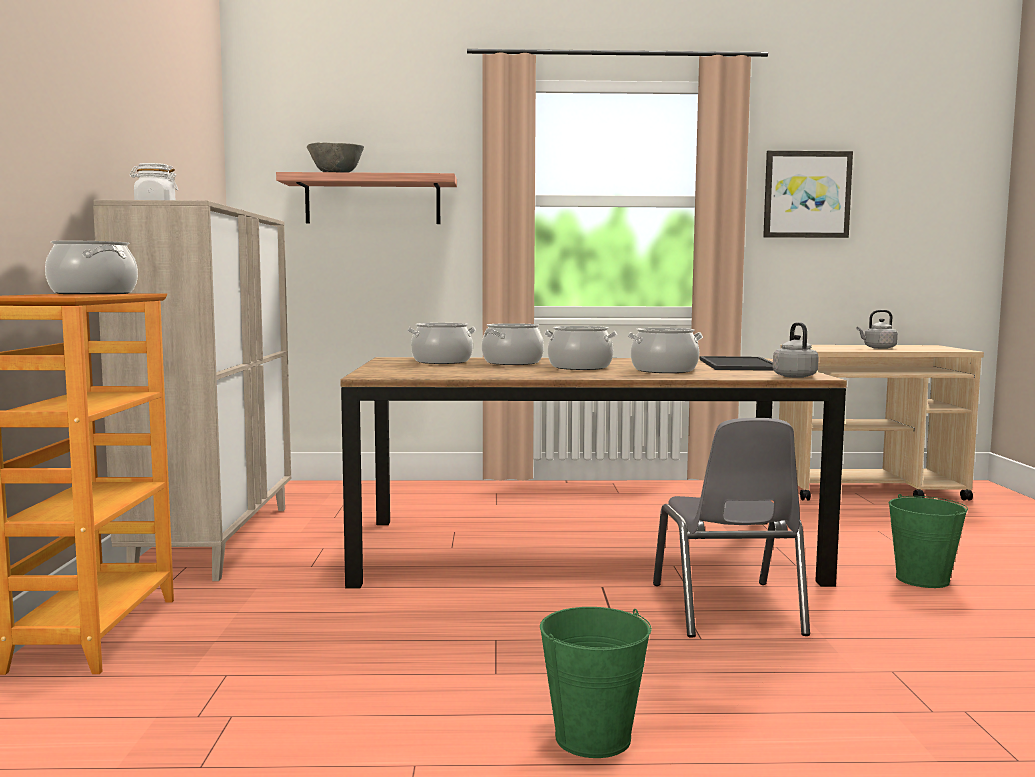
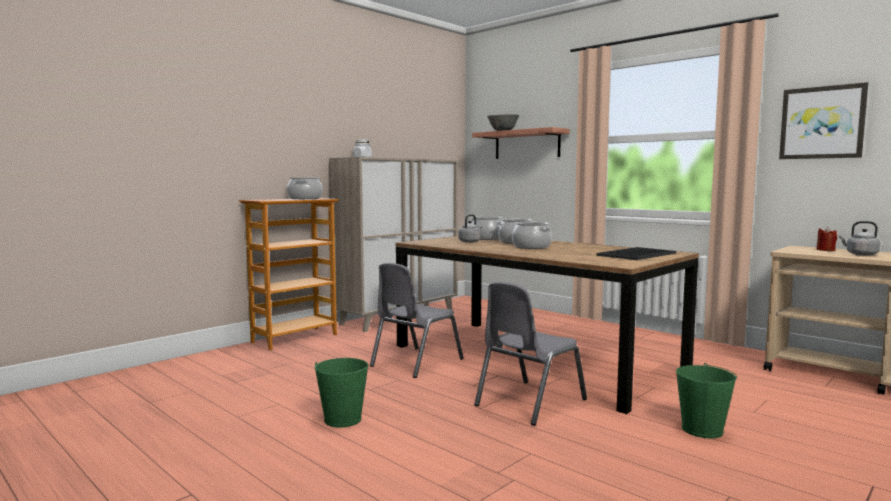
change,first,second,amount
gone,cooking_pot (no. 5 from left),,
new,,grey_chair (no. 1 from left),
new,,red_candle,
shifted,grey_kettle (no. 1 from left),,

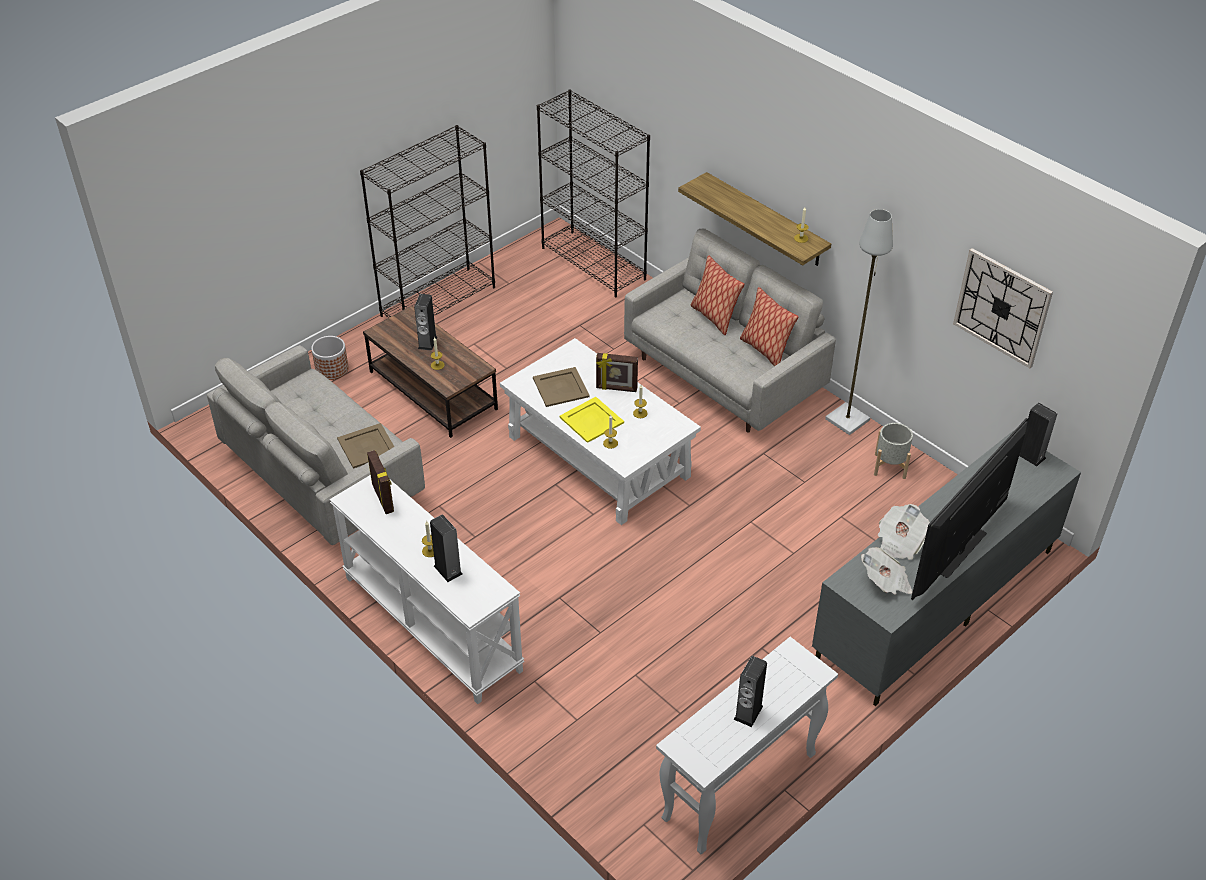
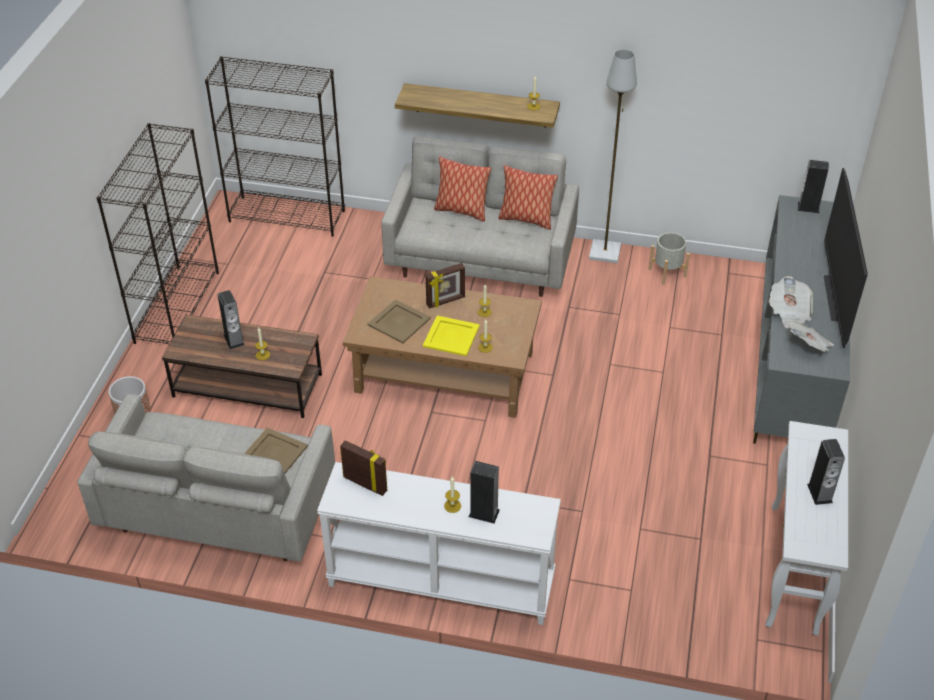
change,first,second,amount
gone,wall_clock,,
repainted,white_coffee_table,brown_coffee_table (no. 2 from left),

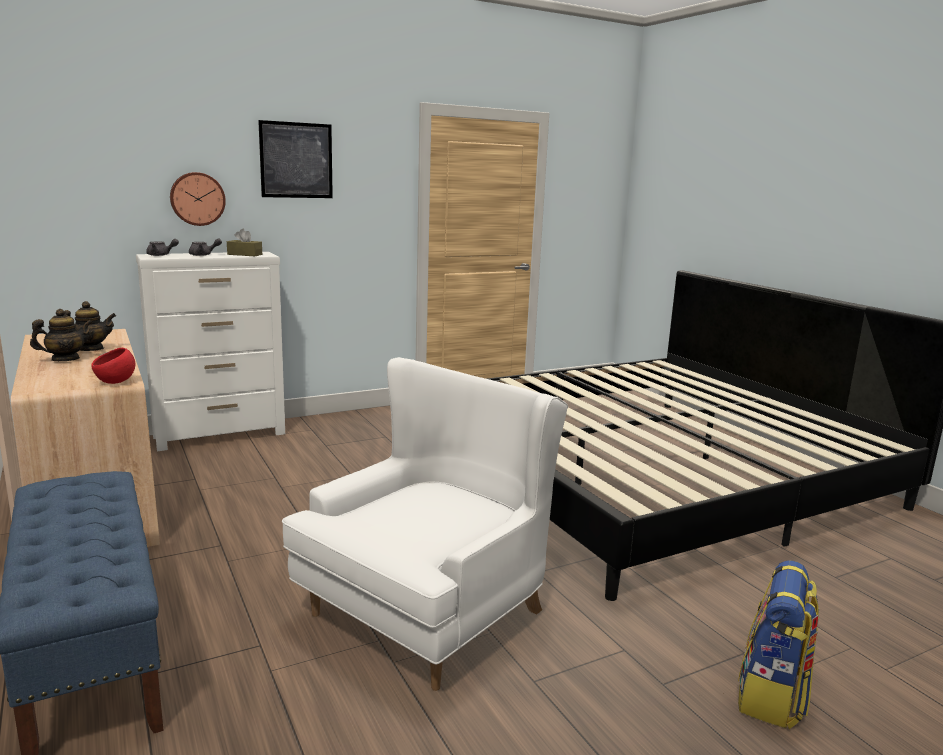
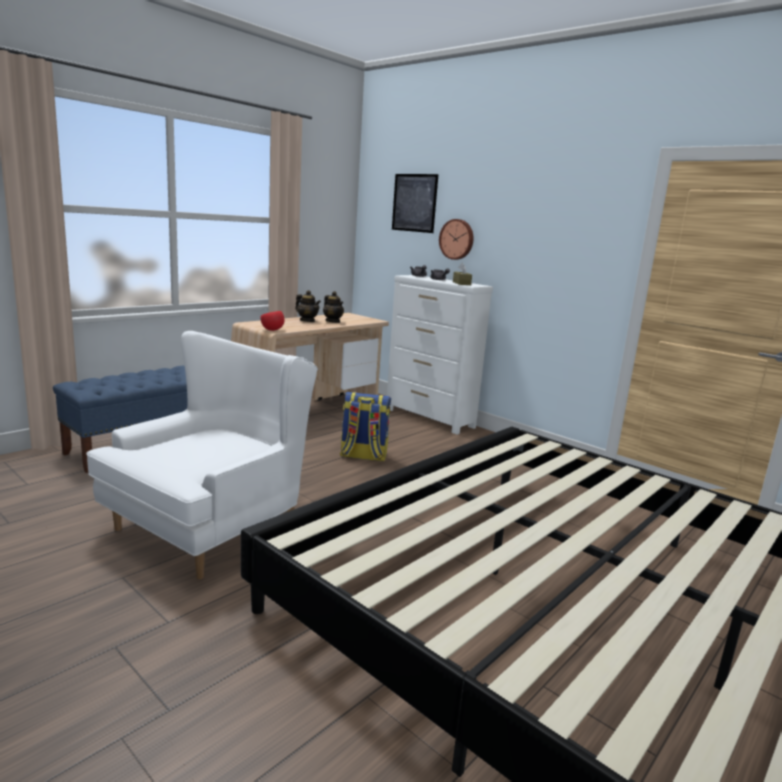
change,first,second,amount
shifted,picture,,
shifted,backpack,,
rotated,white_armchair,,75 degrees counterclockwise

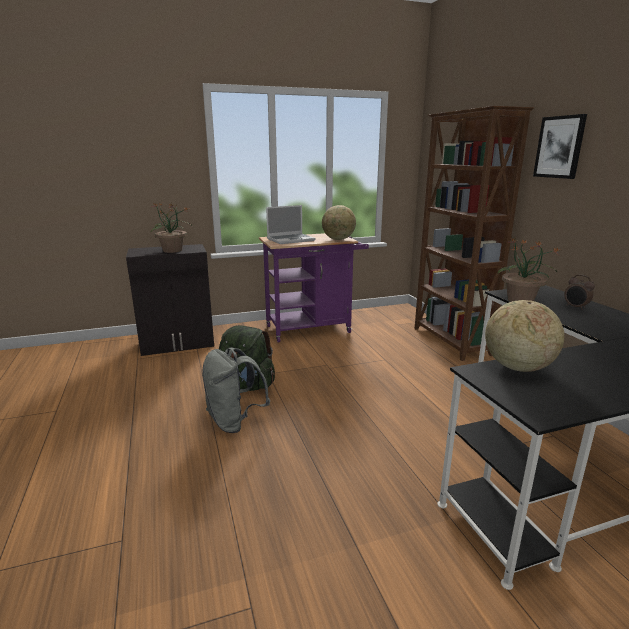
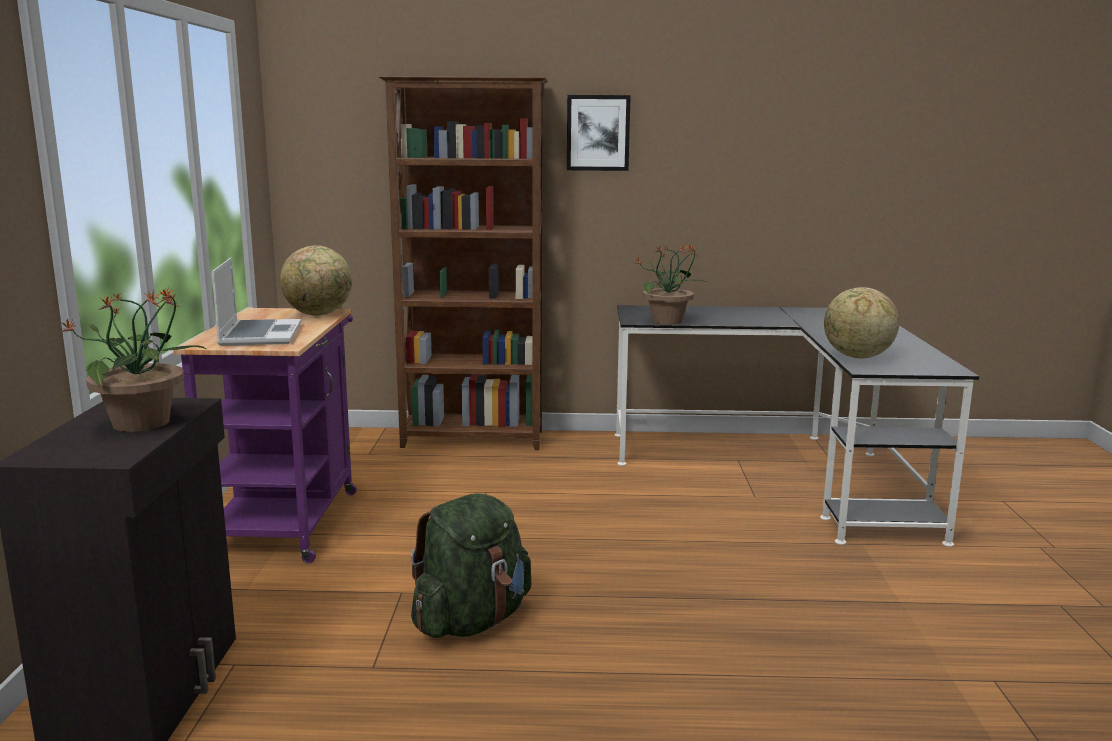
change,first,second,amount
gone,grey_backpack,,
gone,alarm_clock,,

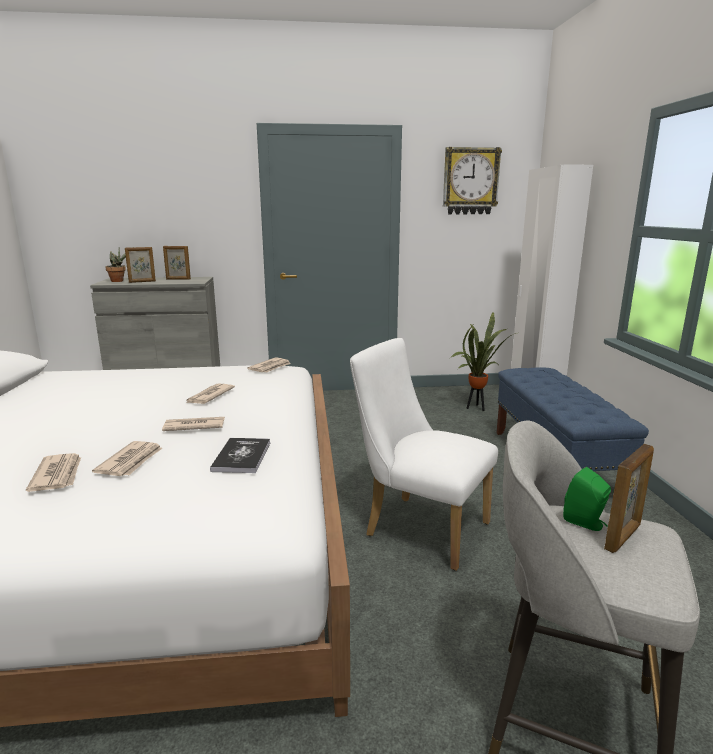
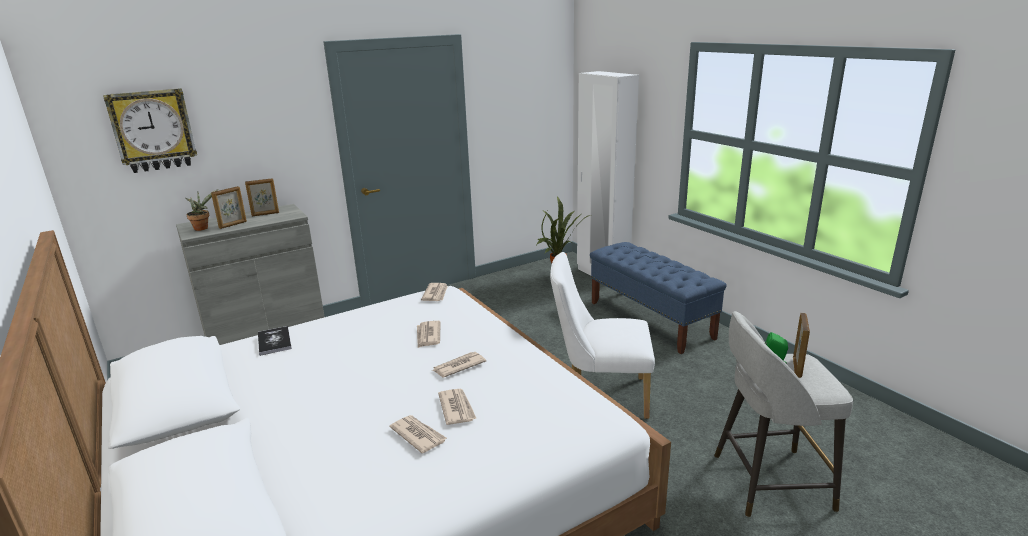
change,first,second,amount
shifted,book,,
shifted,wall_clock,,

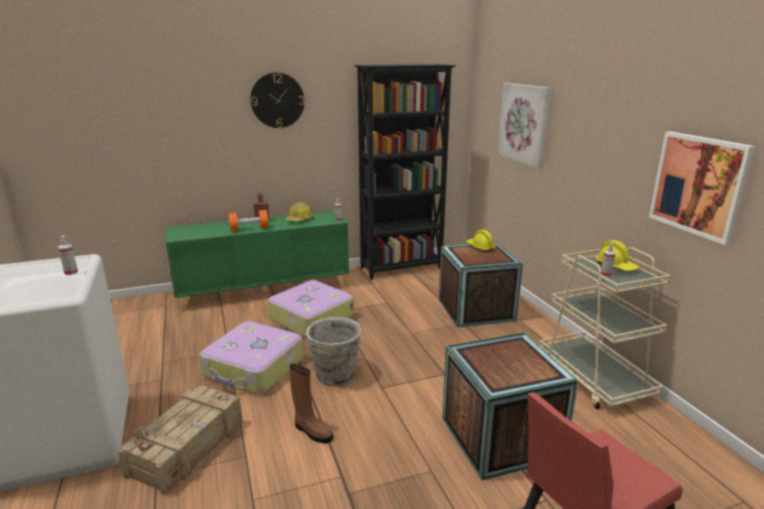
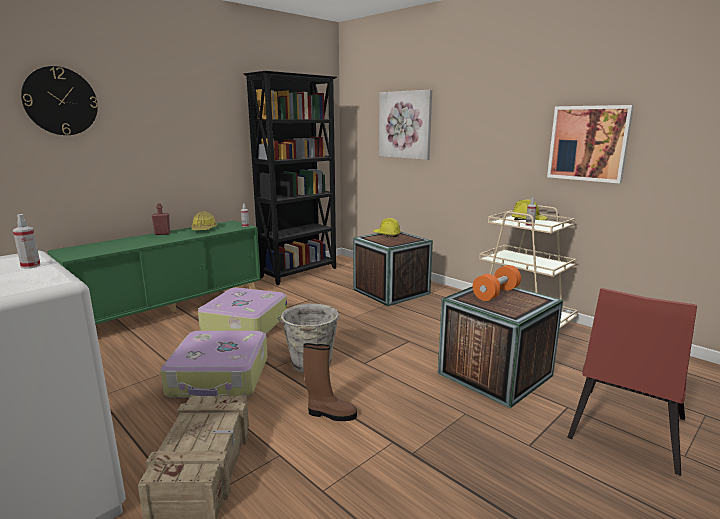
change,first,second,amount
shifted,orange_dumbbell,,
shifted,wall_clock,,

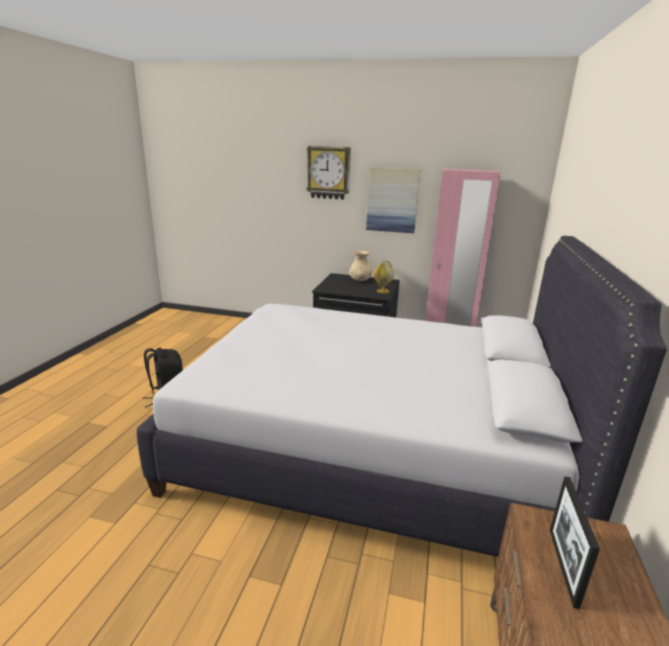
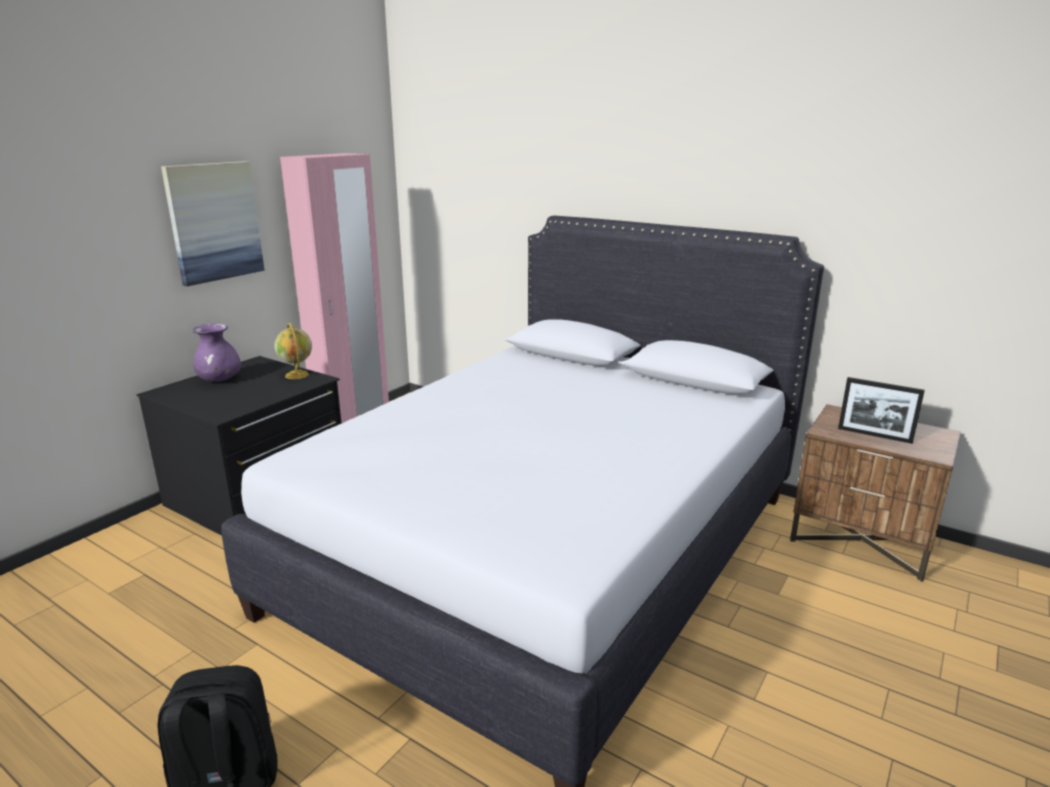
change,first,second,amount
gone,wall_clock,,
repainted,beige_vase,purple_vase,

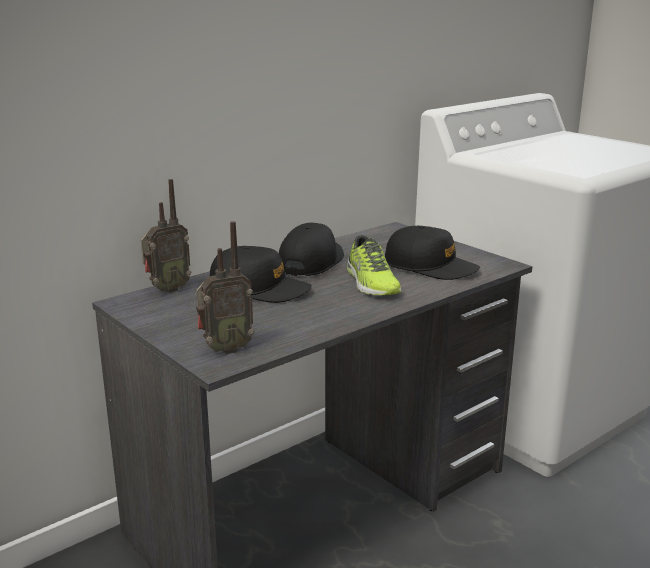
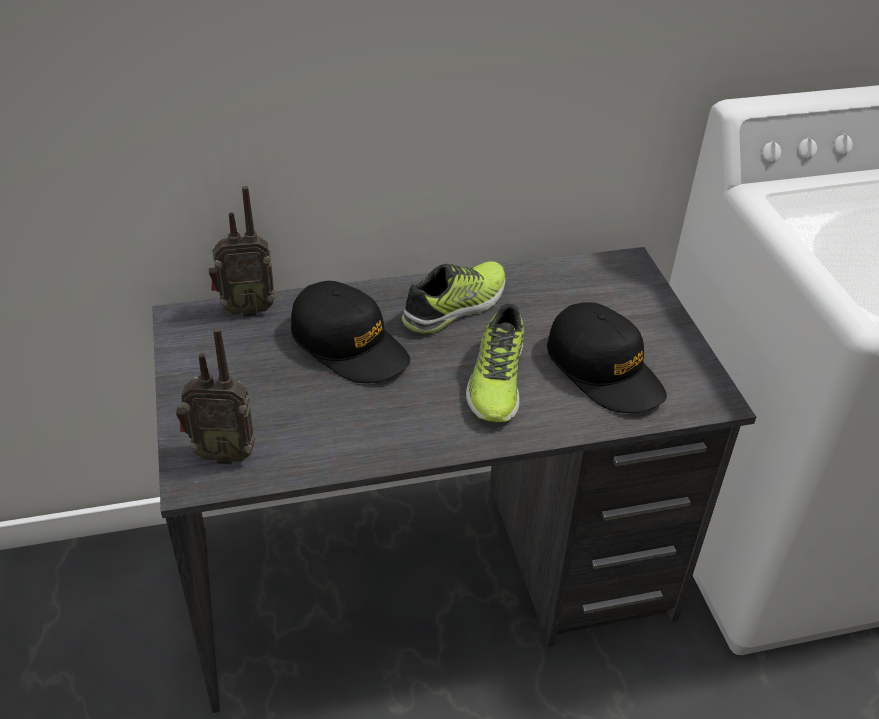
change,first,second,amount
swapped,black_cap (no. 2 from left),shoe (no. 1 from left),

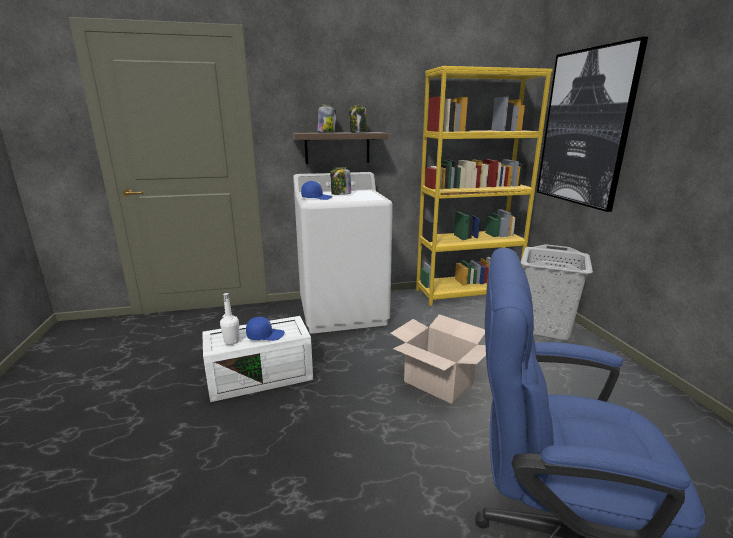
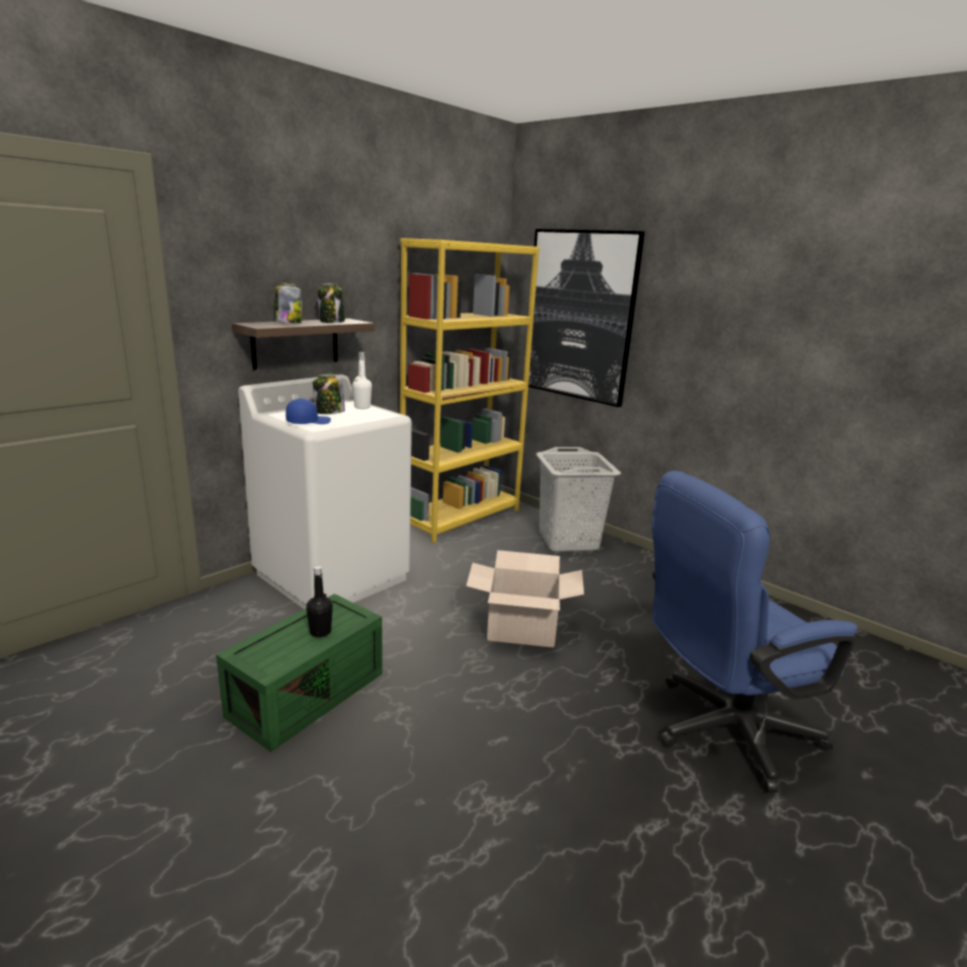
change,first,second,amount
shifted,white_bottle,,
swapped,blue_cap (no. 1 from left),black_bottle,
repainted,white_storage_box,green_storage_box,

